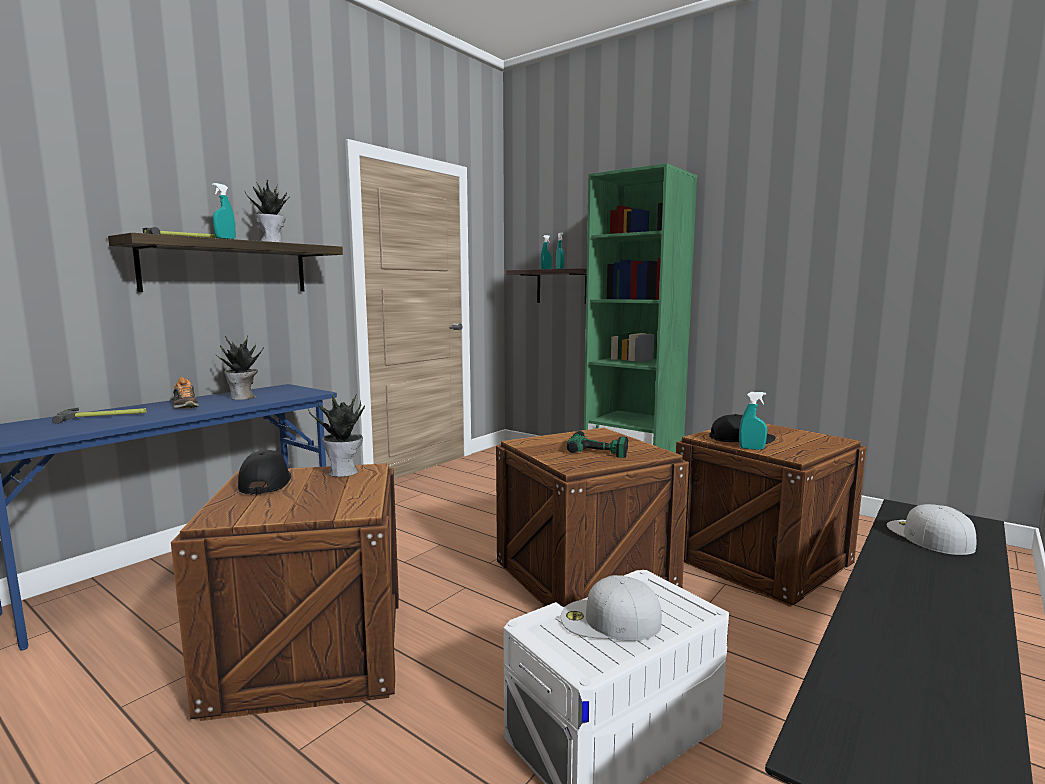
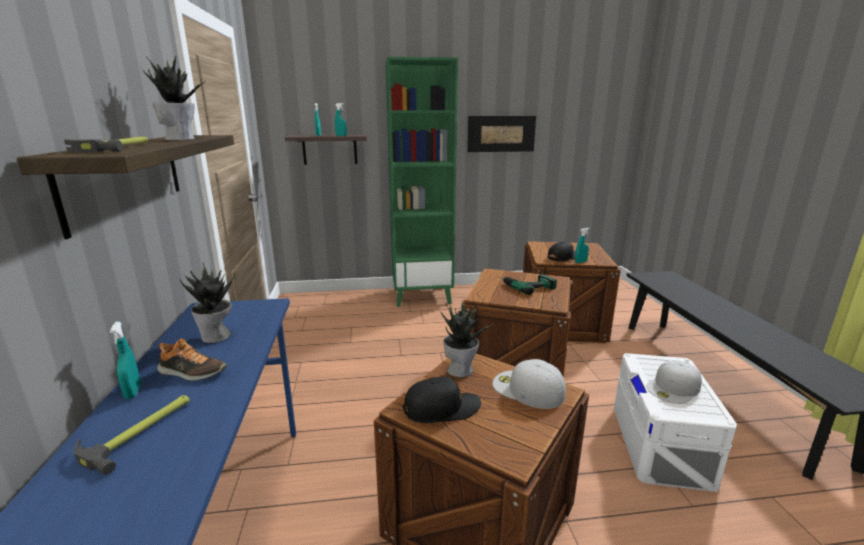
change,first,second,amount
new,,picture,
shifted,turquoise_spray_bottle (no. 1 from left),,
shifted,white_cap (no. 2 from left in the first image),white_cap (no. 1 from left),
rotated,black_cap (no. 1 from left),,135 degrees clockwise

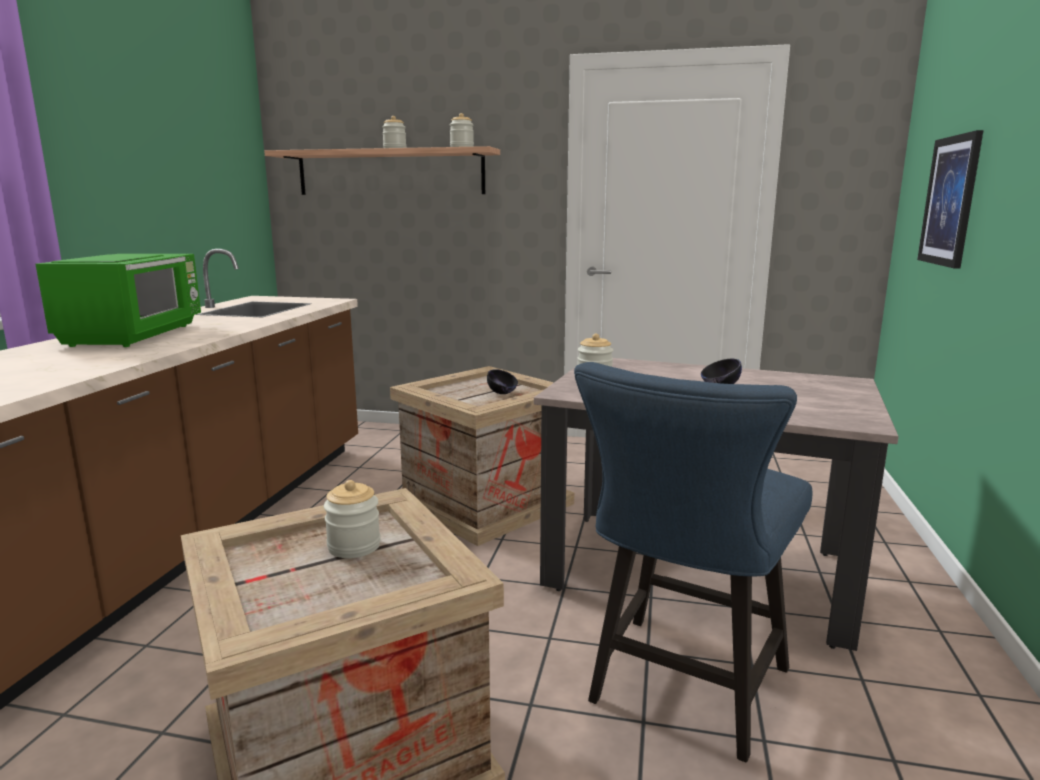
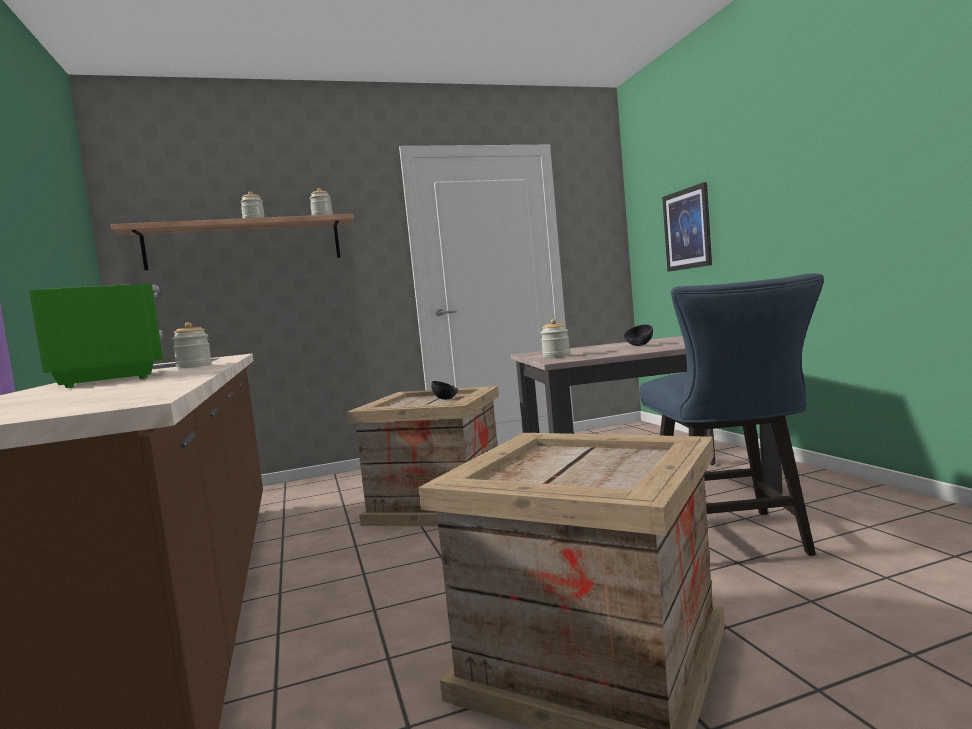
change,first,second,amount
shifted,jar (no. 1 from left),,

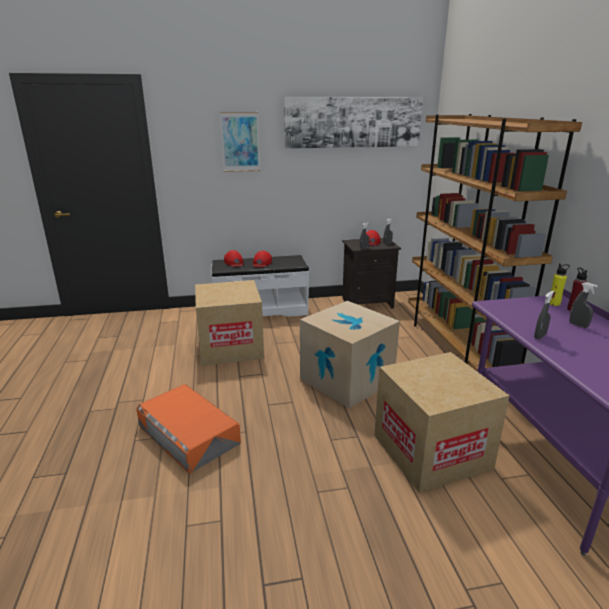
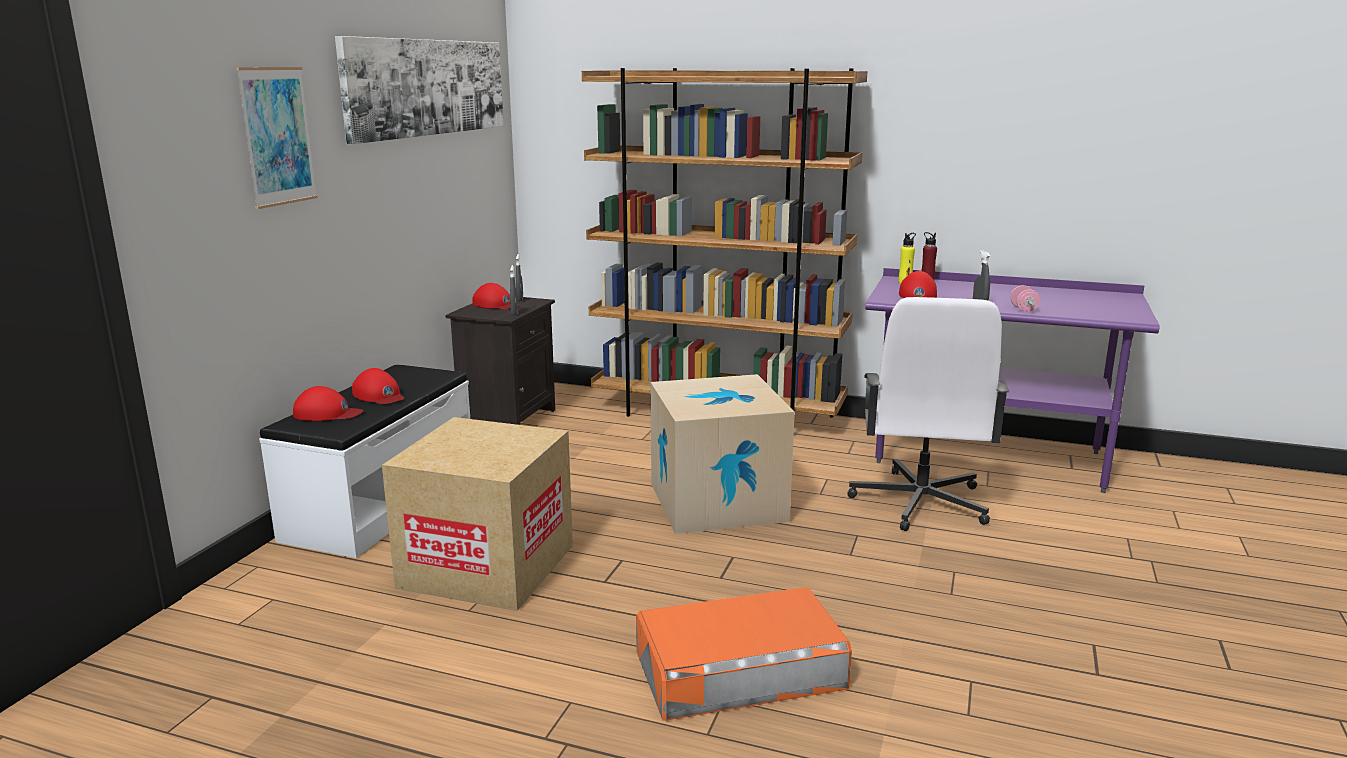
change,first,second,amount
gone,grey_spray_bottle (no. 4 from left),,
new,,red_cap (no. 4 from left),
new,,pink_dumbbell,
swapped,cardboard_box (no. 3 from left),white_office_chair,

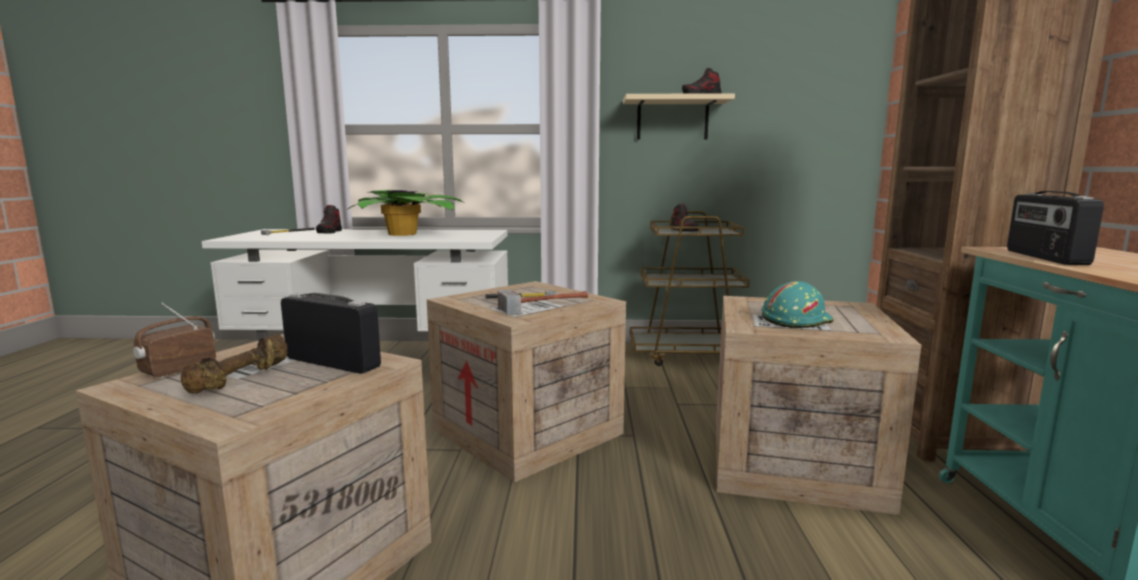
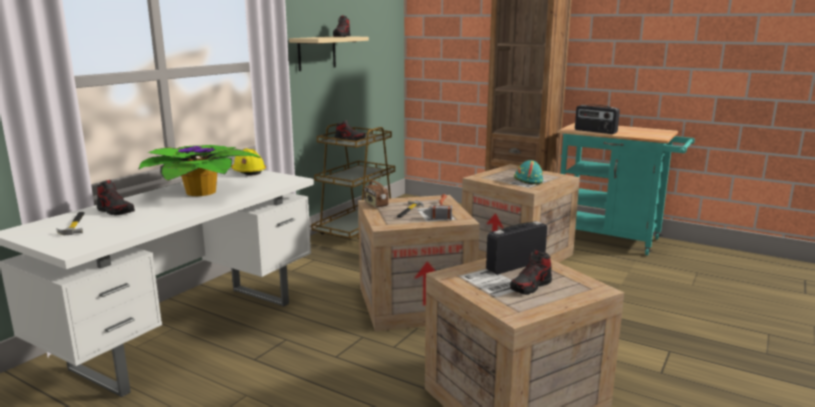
change,first,second,amount
new,,yellow_hard_hat,
shifted,radio (no. 1 from left),,
swapped,brown_dumbbell,shoe (no. 4 from left),

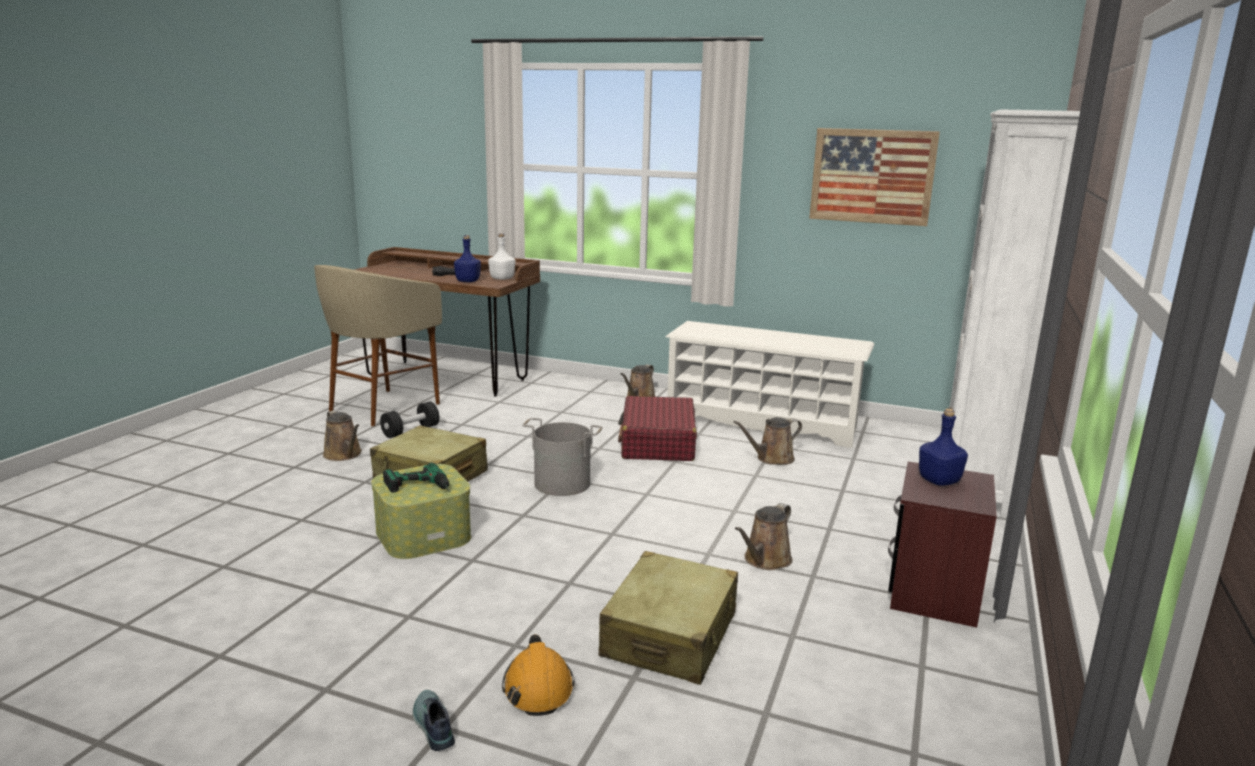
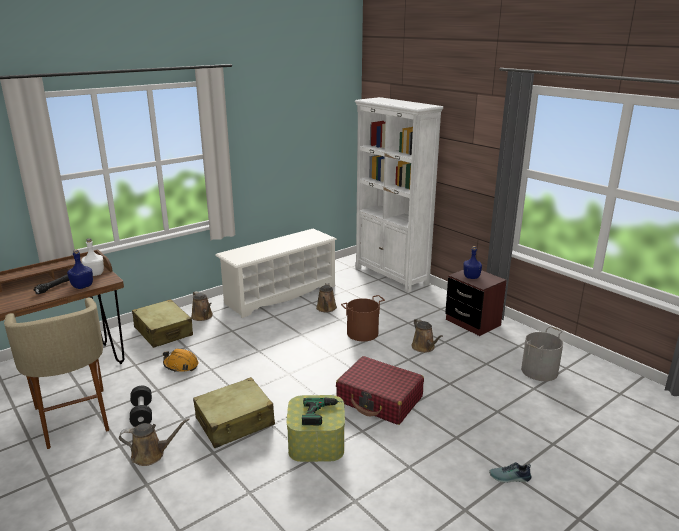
change,first,second,amount
gone,picture,,
new,,brown_bucket,
shifted,orange_hard_hat,,
shifted,grey_bucket,,
shifted,beige_suitcase (no. 2 from left in the first image),beige_suitcase (no. 1 from left),
shifted,red_suitcase,,

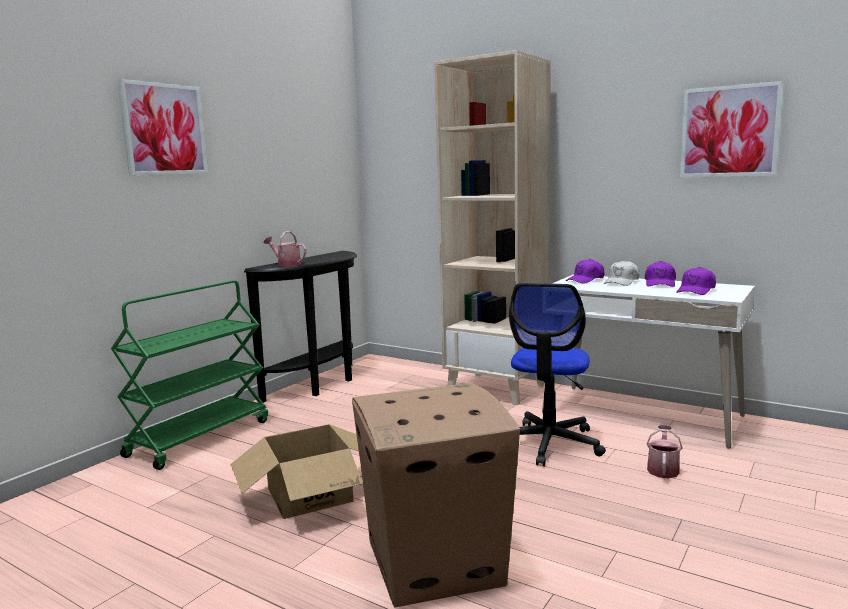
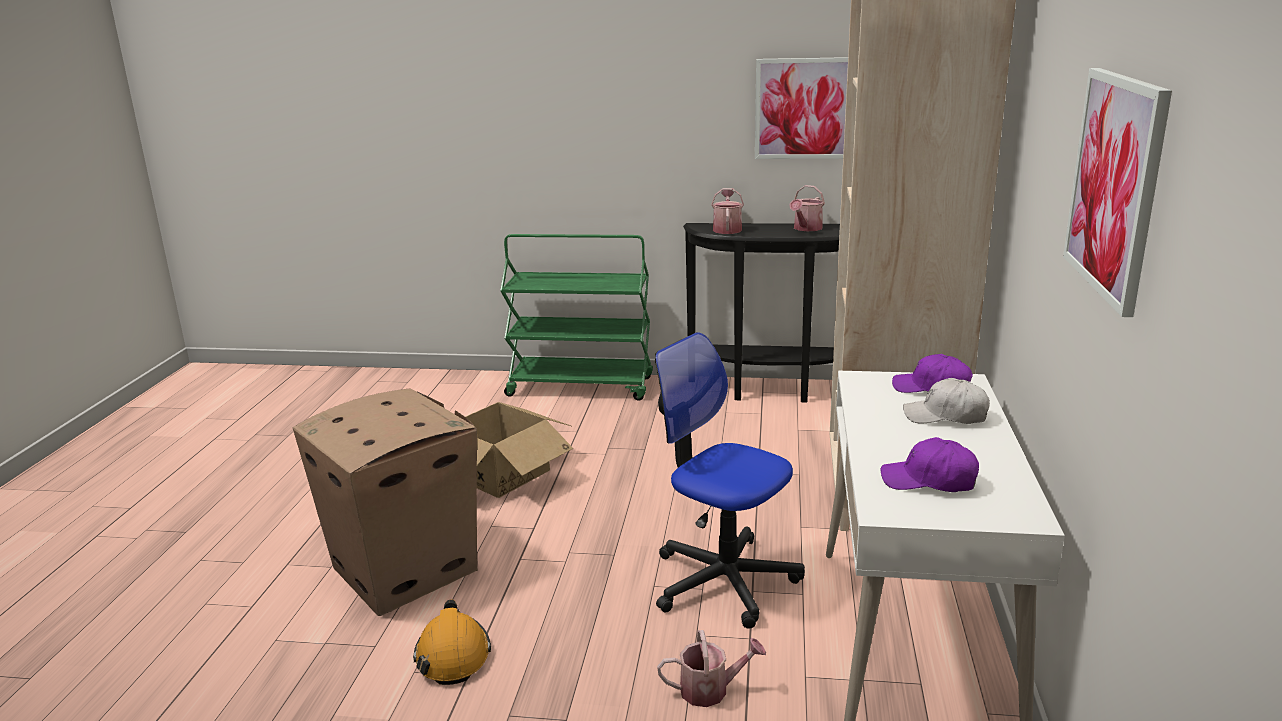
change,first,second,amount
gone,purple_cap (no. 2 from left),,
new,,orange_hard_hat,
new,,watering_can (no. 3 from left),
shifted,picture (no. 1 from left),,
rotated,office_chair,,45 degrees clockwise

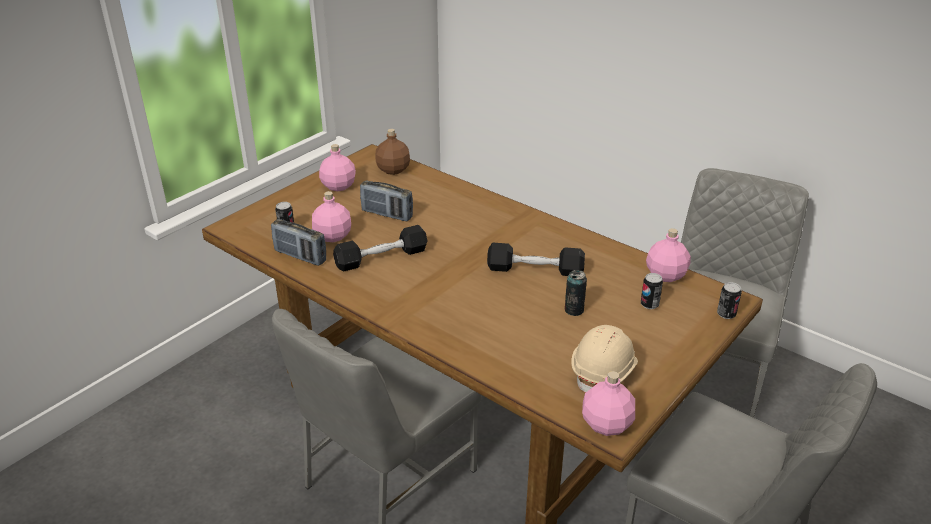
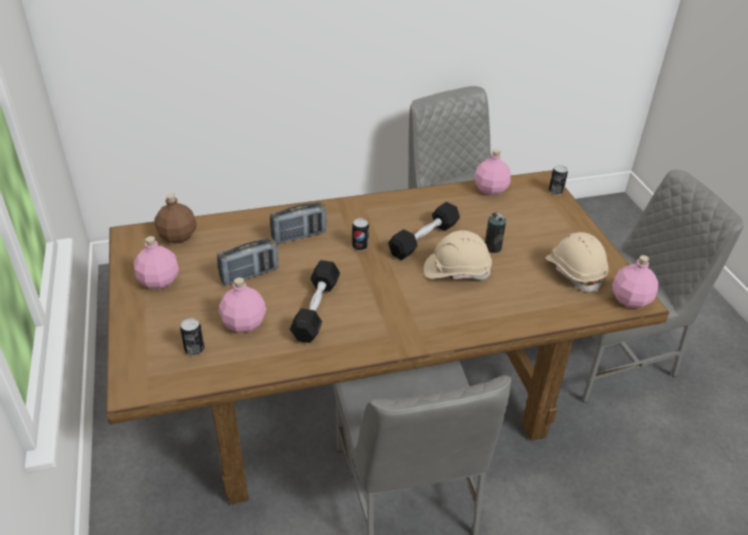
change,first,second,amount
new,,beige_hard_hat (no. 1 from left),
shifted,radio (no. 1 from left in the first image),radio (no. 2 from left),
shifted,can (no. 3 from left in the first image),can (no. 2 from left),

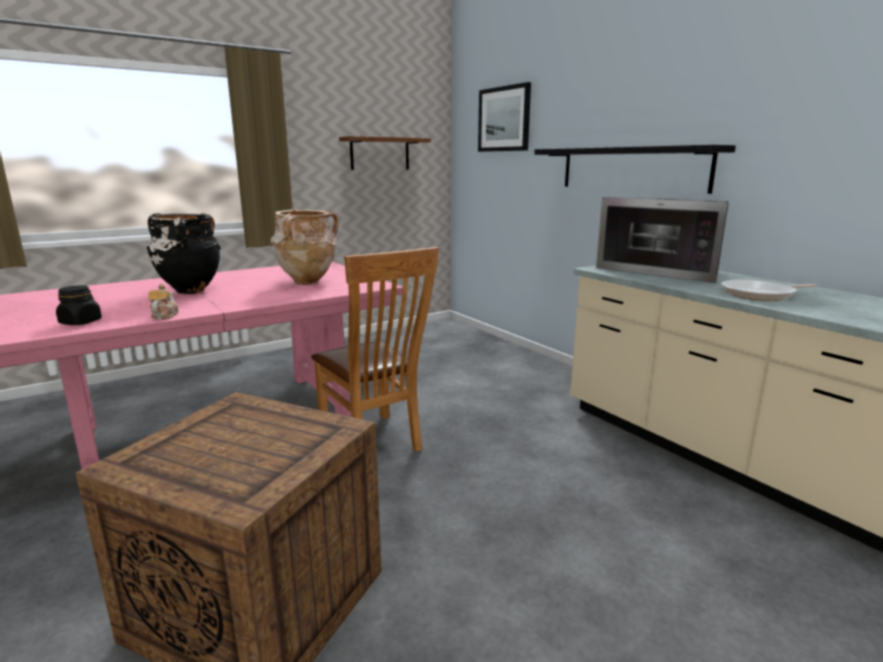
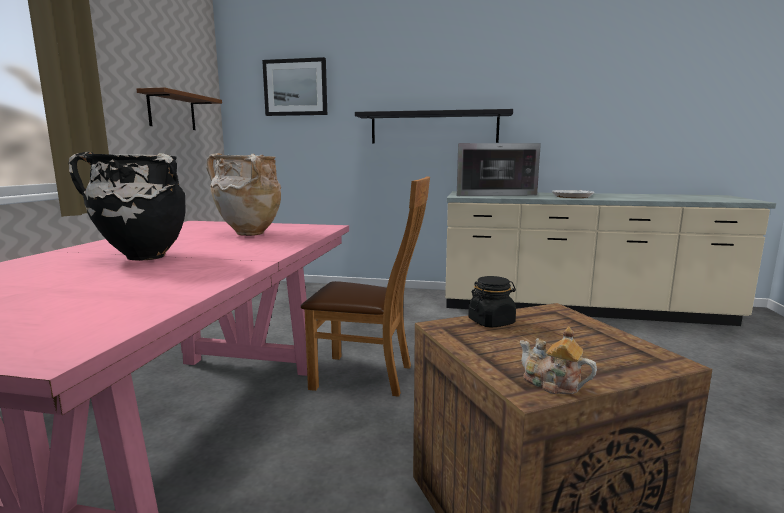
change,first,second,amount
shifted,black_jar,,
shifted,teapot,,

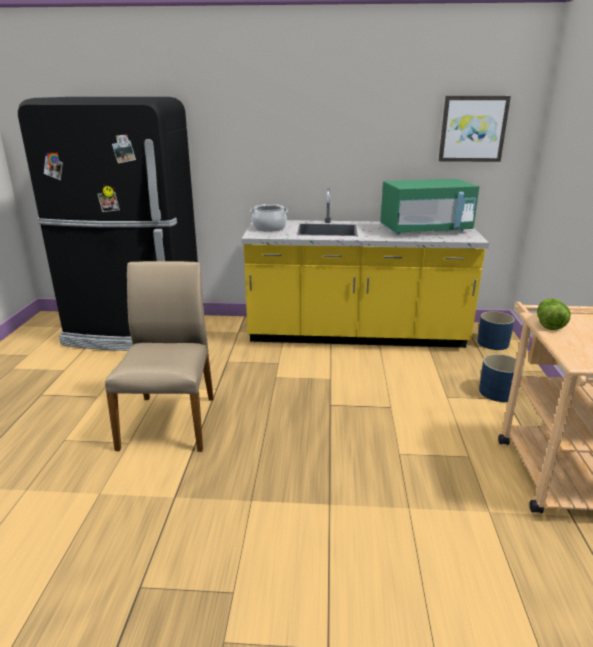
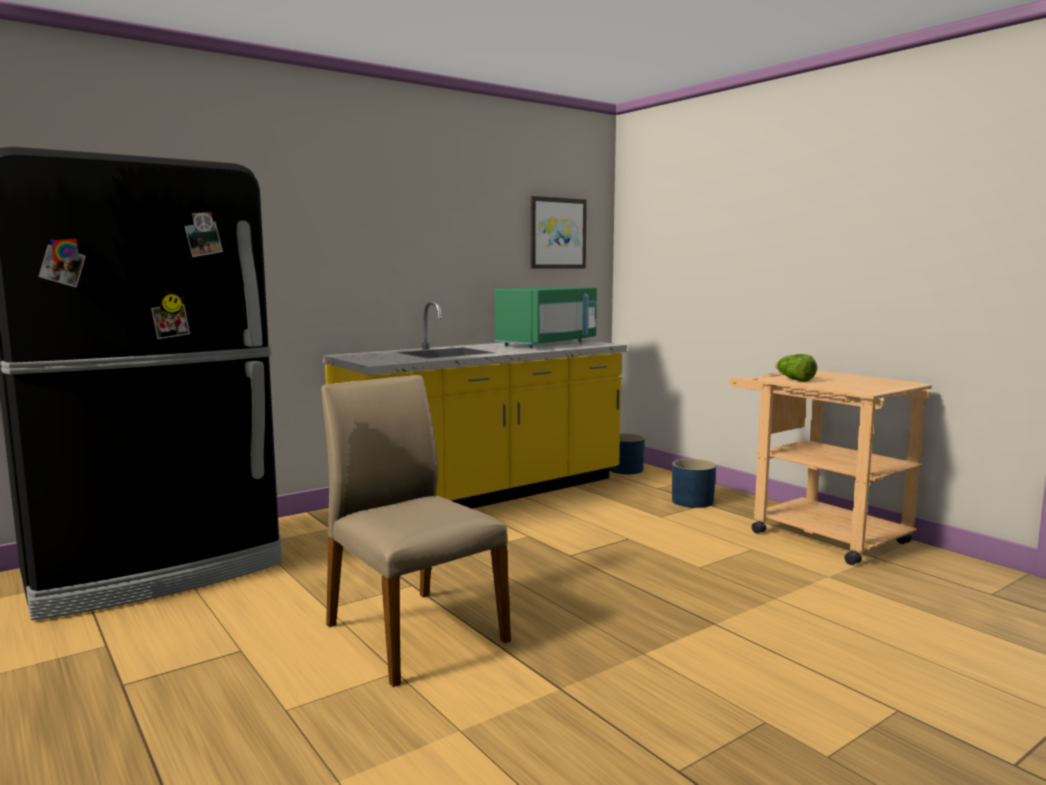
change,first,second,amount
gone,cooking_pot,,

